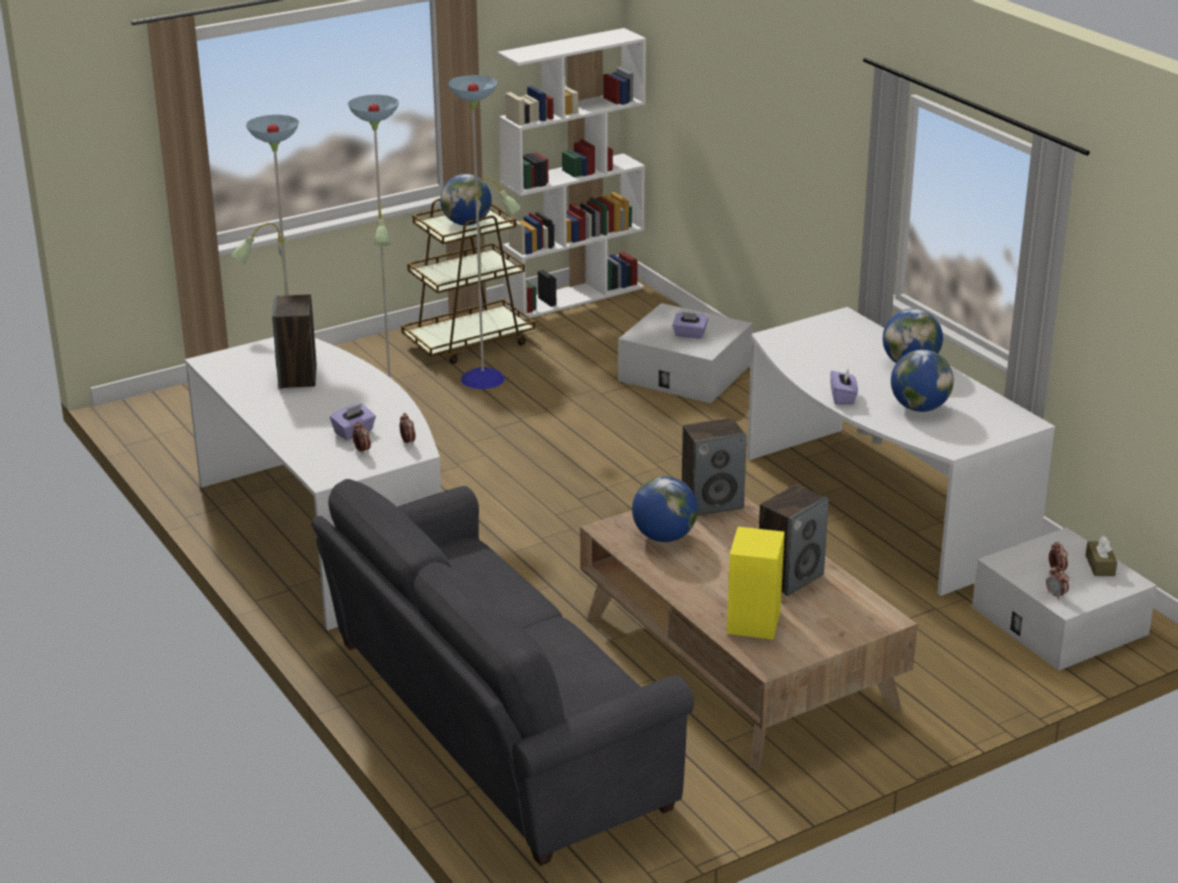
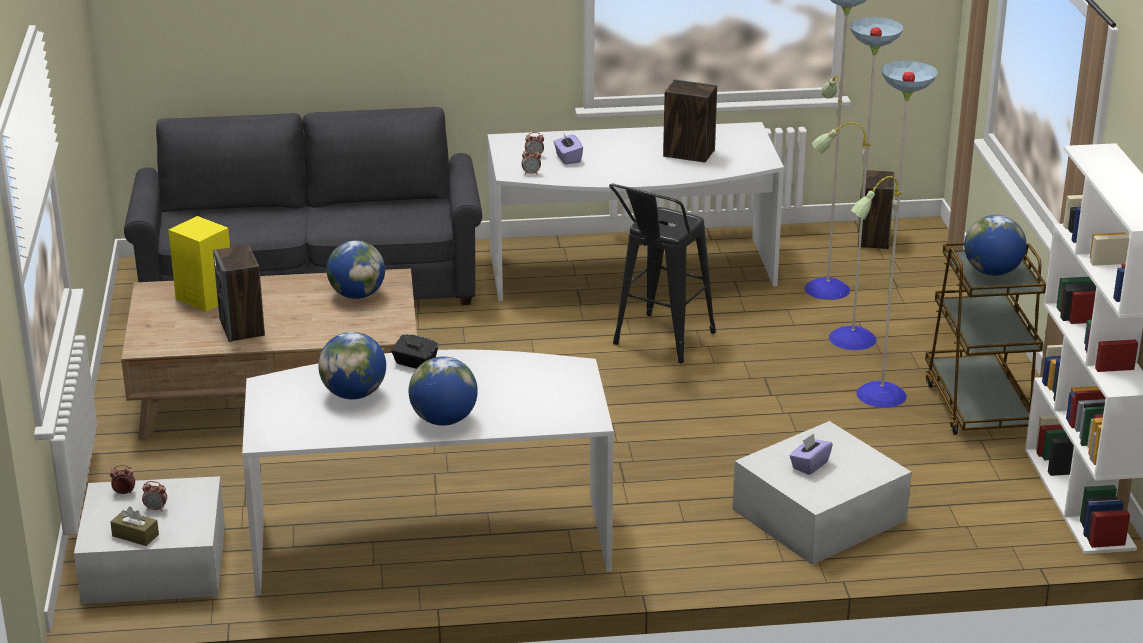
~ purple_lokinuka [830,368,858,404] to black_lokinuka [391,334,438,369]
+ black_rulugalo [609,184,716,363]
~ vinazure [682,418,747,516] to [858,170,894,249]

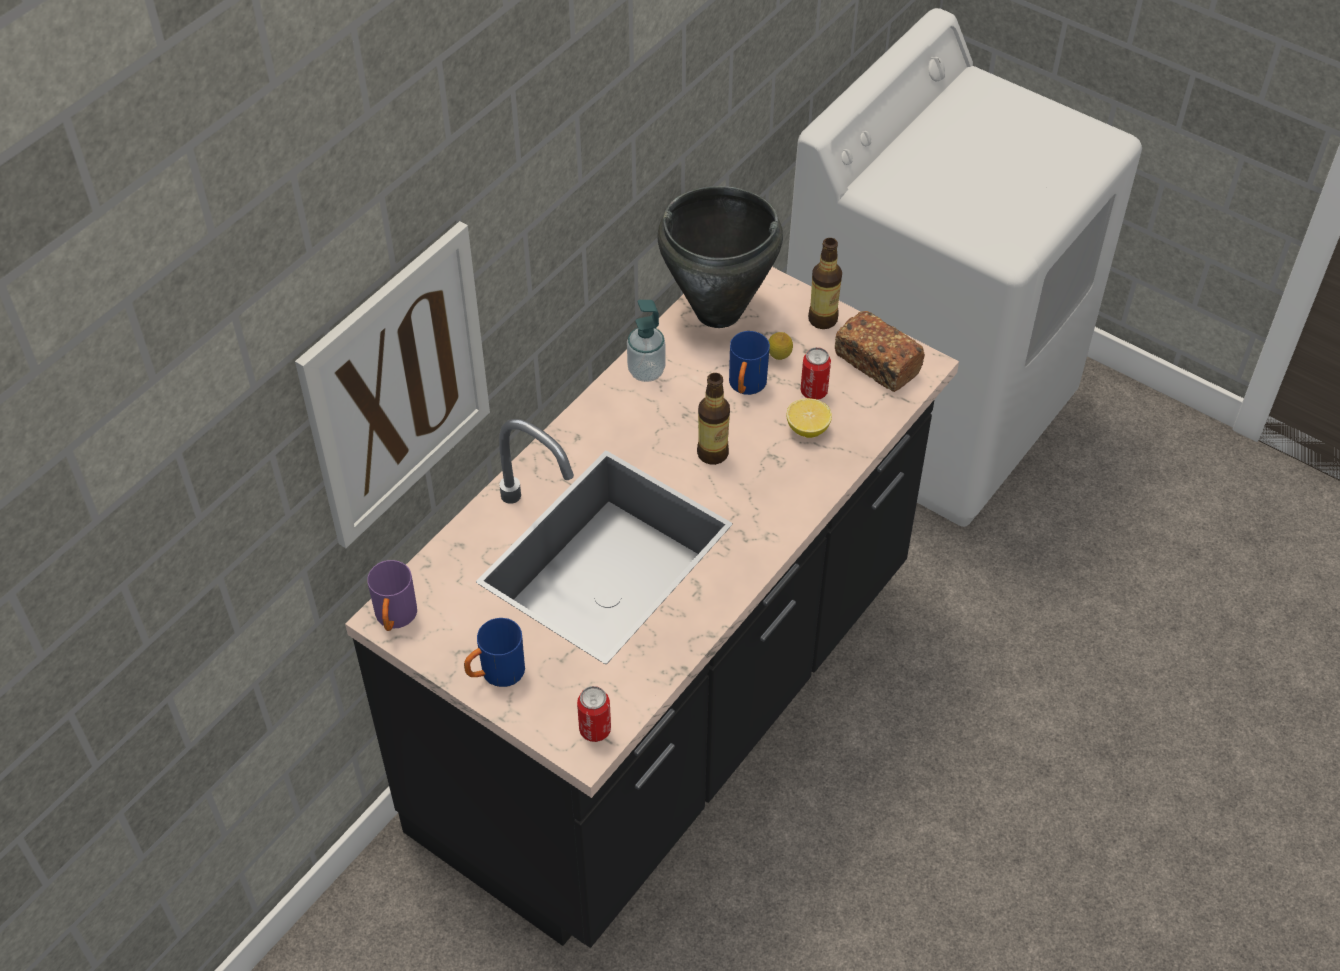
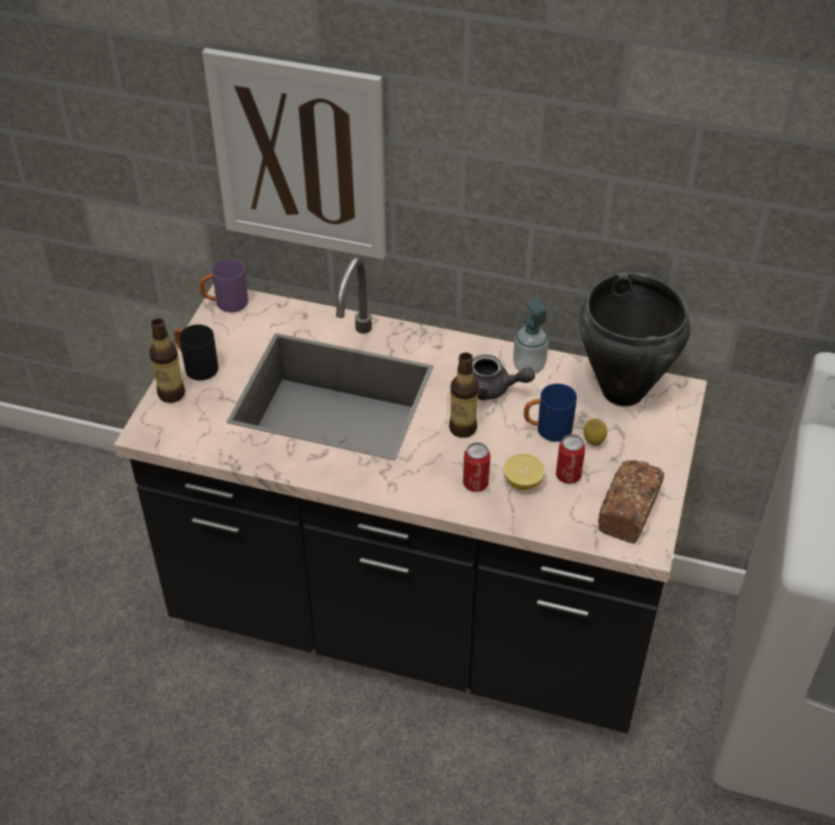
~ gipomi [808,238,842,329] to [149,318,185,403]
~ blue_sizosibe [464,618,525,687] to black_sizosibe [174,324,218,380]
~ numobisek [577,686,611,742] to [463,442,491,492]
+ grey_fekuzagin [472,354,535,400]

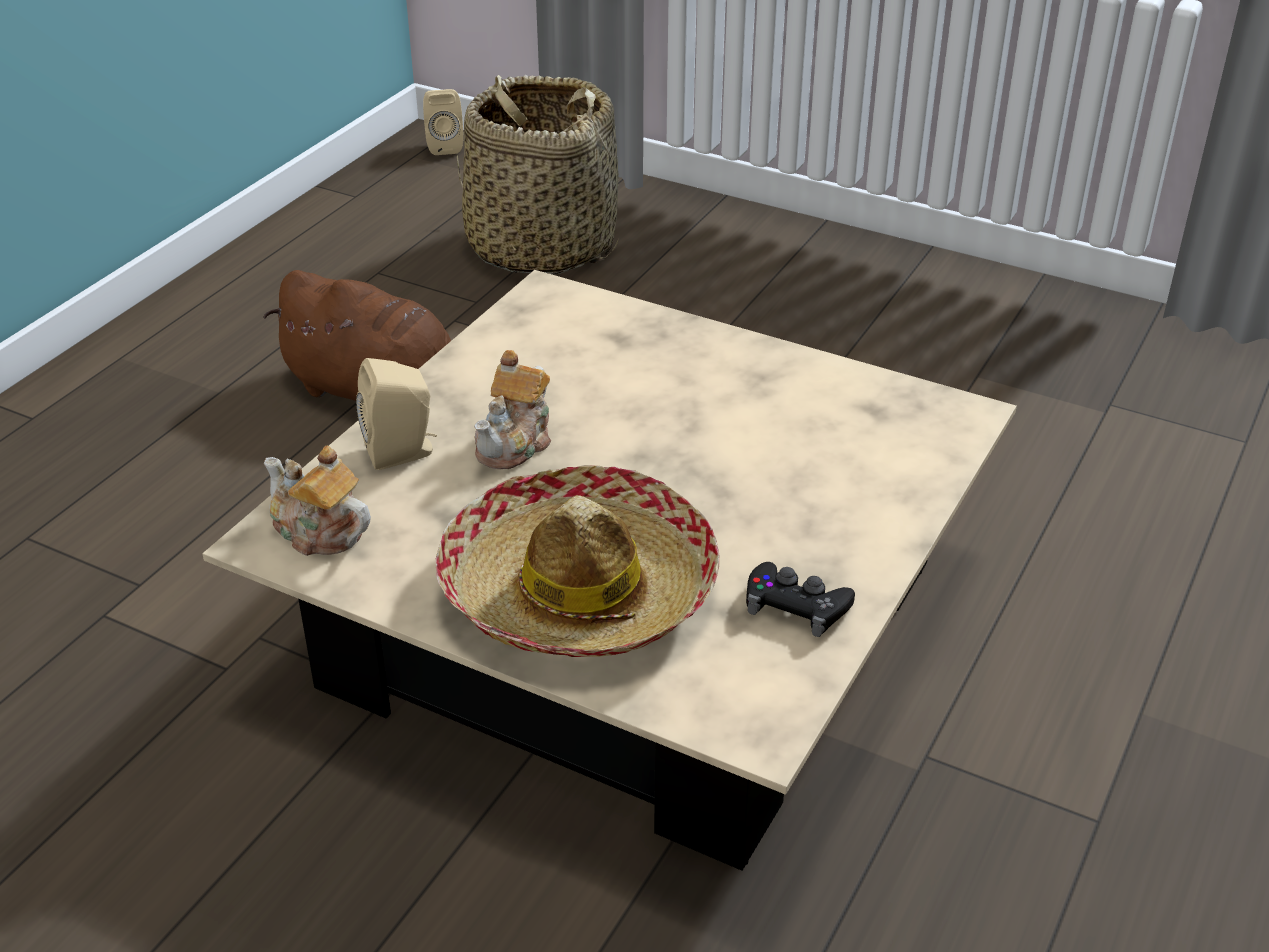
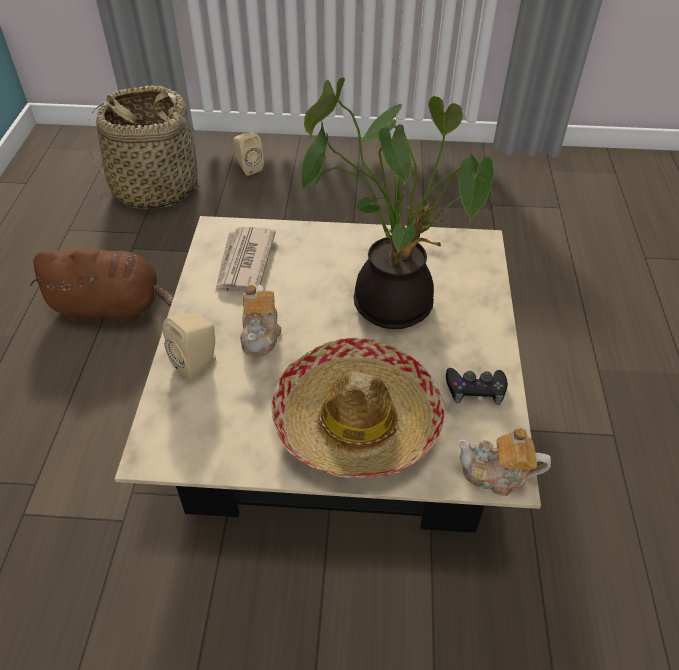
+ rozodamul [215,227,276,293]
~ beige_vinazure [423,89,464,155] to [233,132,264,176]
+ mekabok [301,77,495,329]
~ fekuzagin [264,445,371,556] to [457,428,551,496]

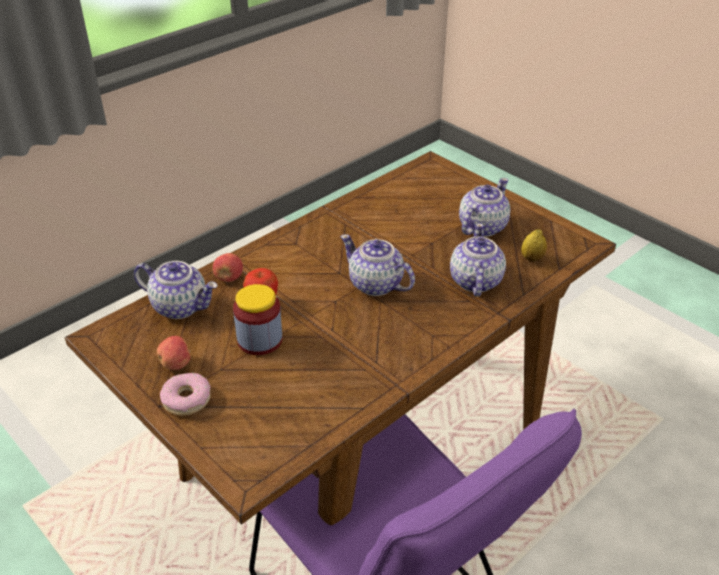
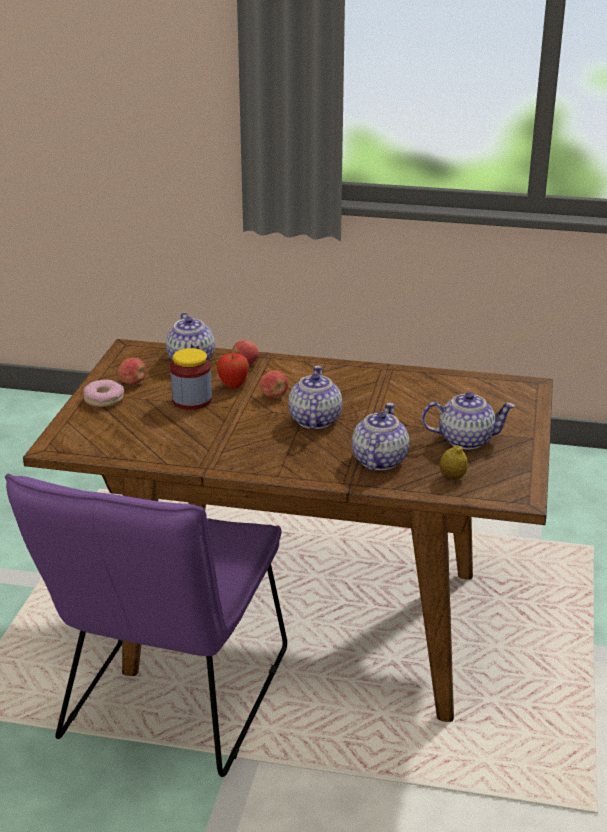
+ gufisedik [260,371,288,398]
~ fekuzagin [450,223,506,297] = [352,403,409,470] 45 degrees counterclockwise

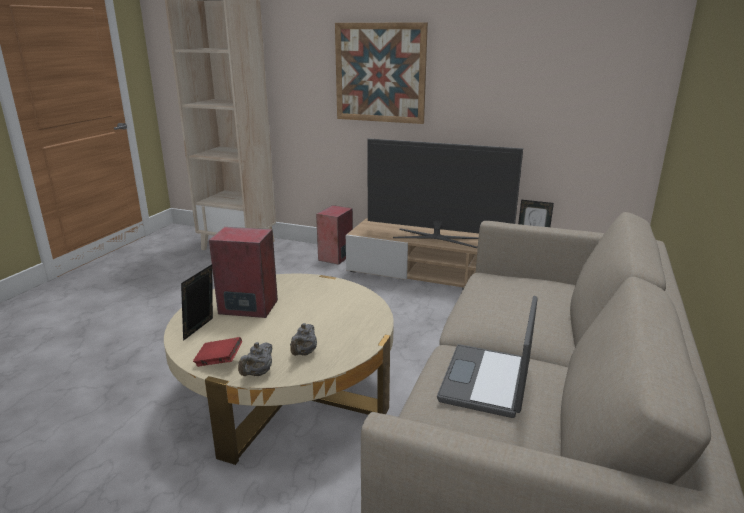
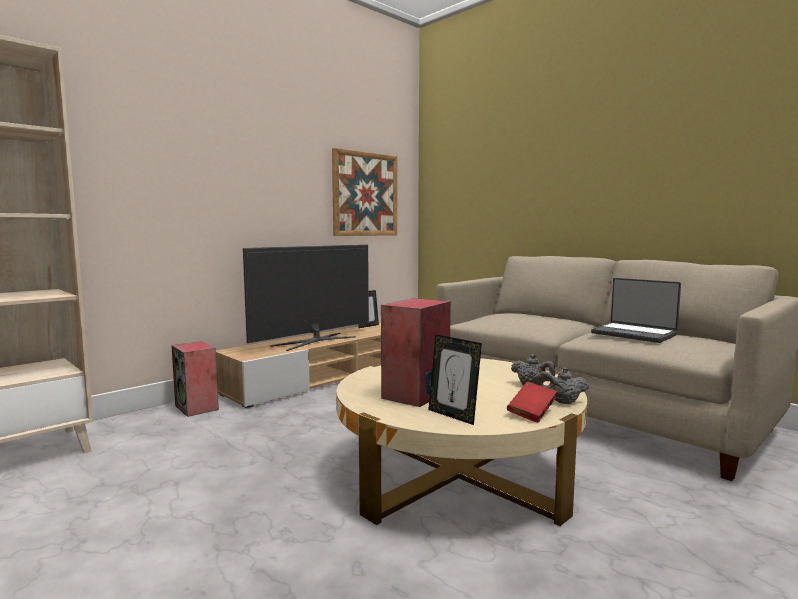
~ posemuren [335,23,428,124] to [332,148,397,236]
~ grey_fekuzagin [238,342,272,376] = [537,367,590,404] 135 degrees clockwise

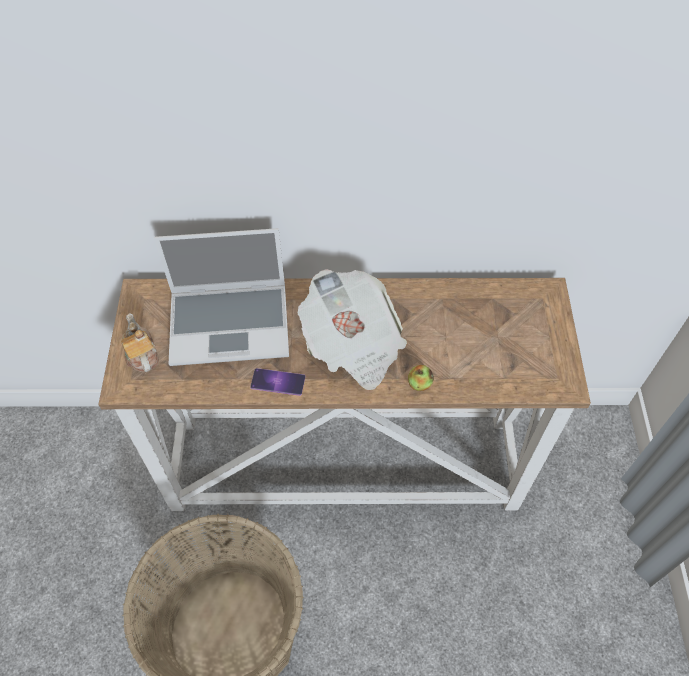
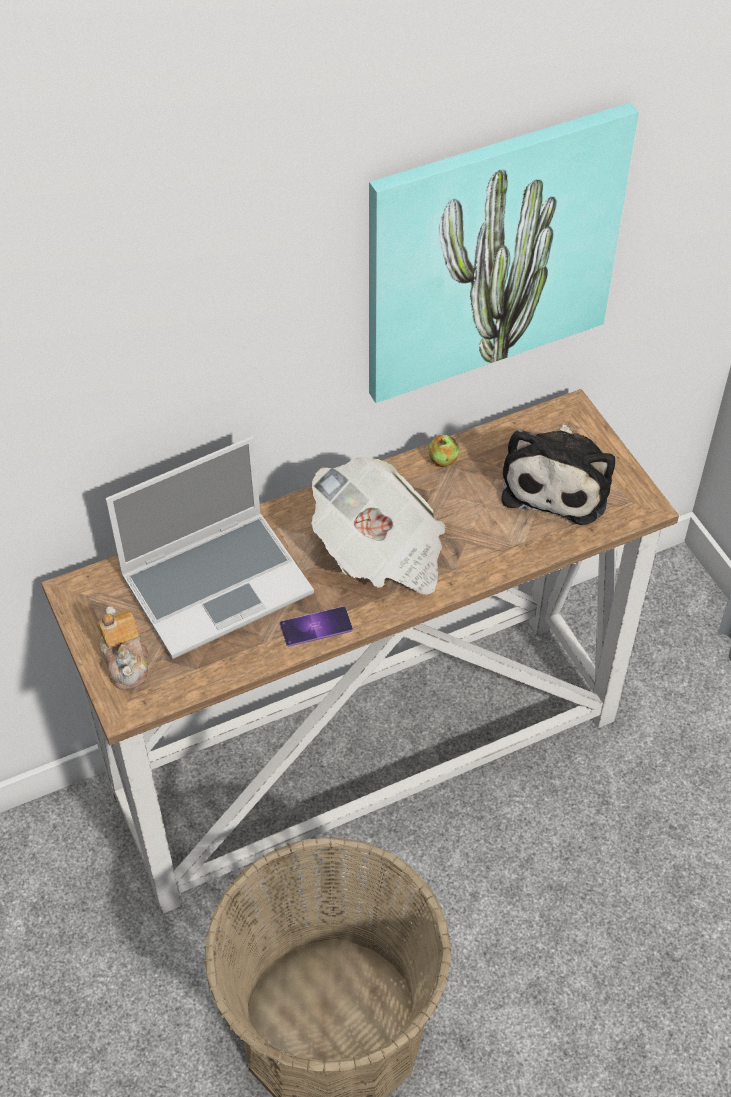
~ fekuzagin [121,313,159,372] = [97,607,149,690] 150 degrees counterclockwise
+ posemuren [369,103,639,403]
~ gufisedik [408,365,434,391] to [429,435,459,467]
+ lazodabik [501,425,615,525]

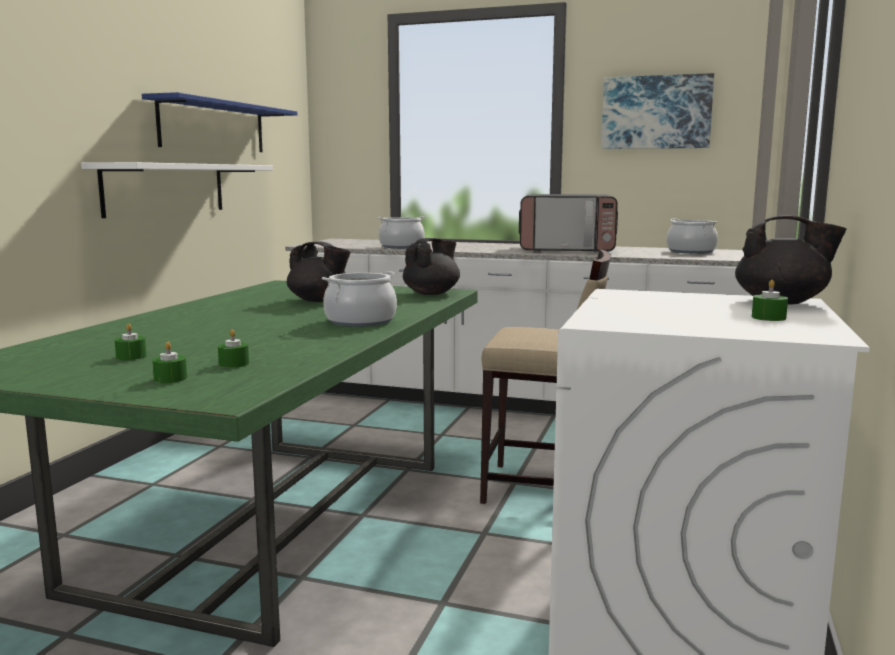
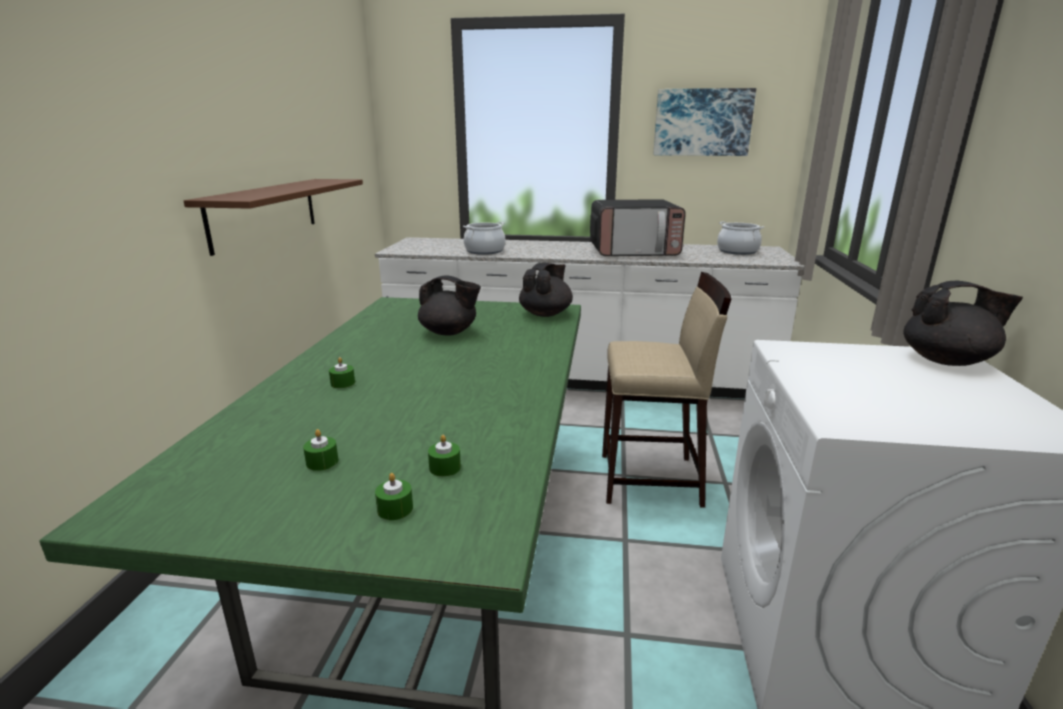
~ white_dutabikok [81,162,273,218] to brown_dutabikok [184,179,363,256]
~ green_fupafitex [752,280,788,321] to [329,357,355,388]
- blue_dutabikok [142,92,297,152]
- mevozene [322,271,397,327]

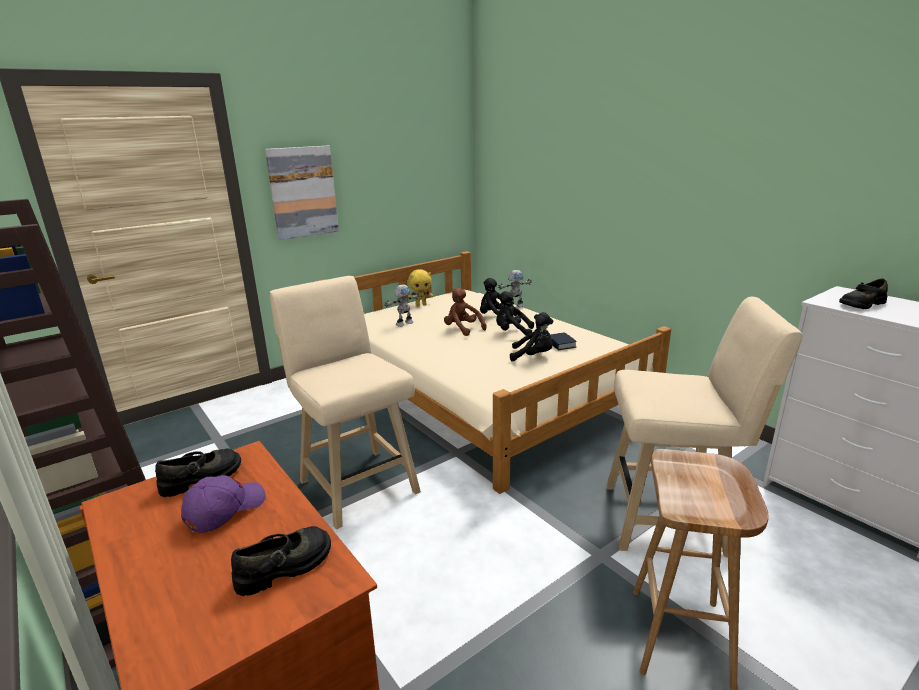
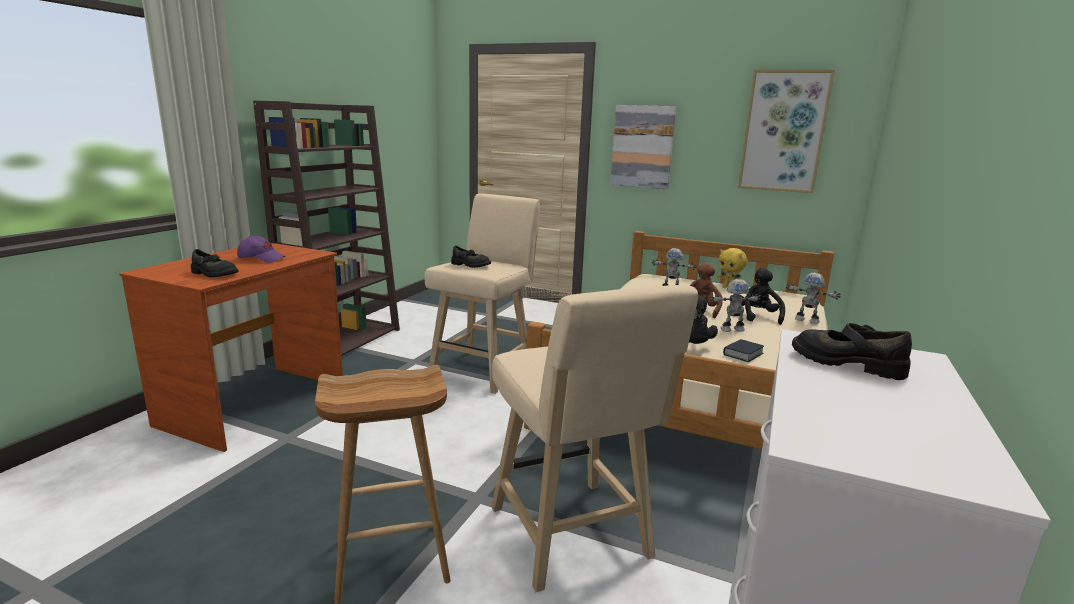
~ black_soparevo [155,448,241,497] to [451,246,491,268]
~ black_lazodabik [496,291,534,336] to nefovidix [710,279,761,332]
+ posemuren [738,70,835,193]

